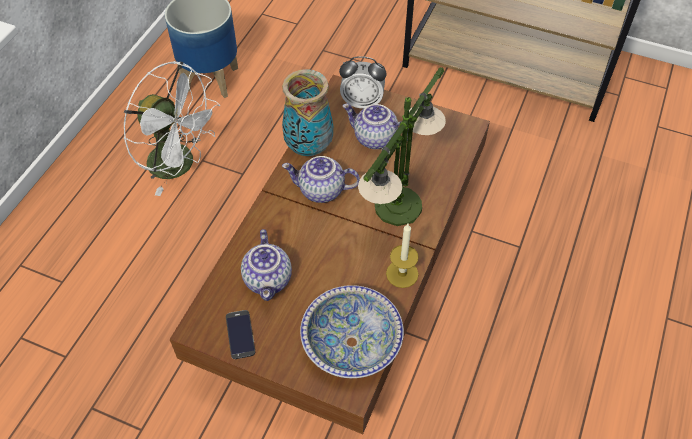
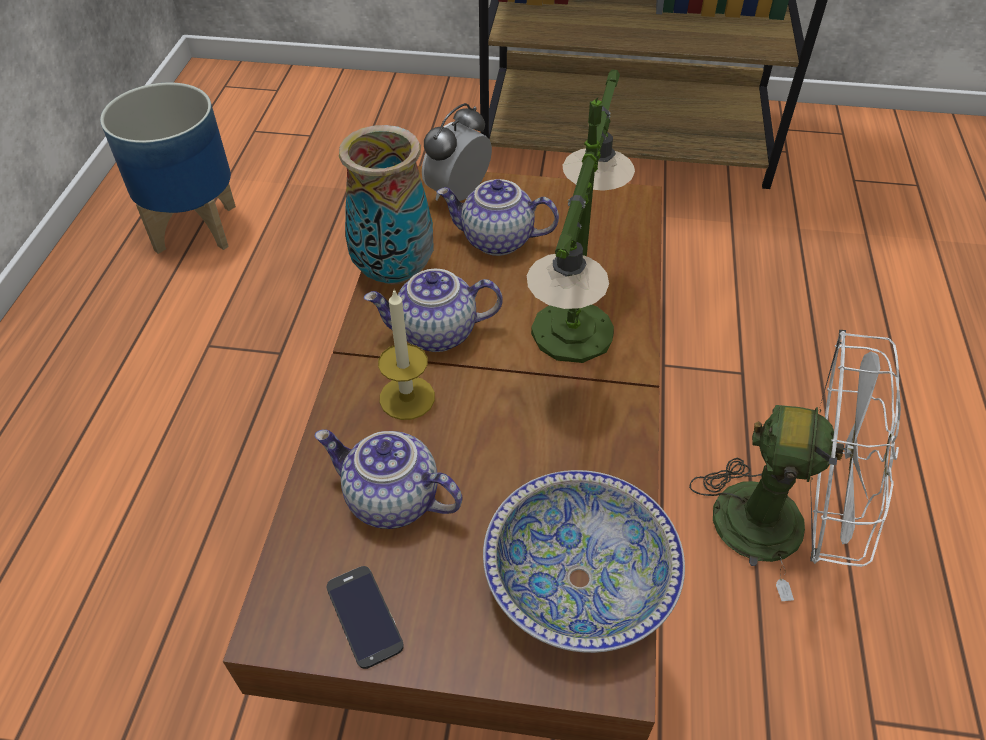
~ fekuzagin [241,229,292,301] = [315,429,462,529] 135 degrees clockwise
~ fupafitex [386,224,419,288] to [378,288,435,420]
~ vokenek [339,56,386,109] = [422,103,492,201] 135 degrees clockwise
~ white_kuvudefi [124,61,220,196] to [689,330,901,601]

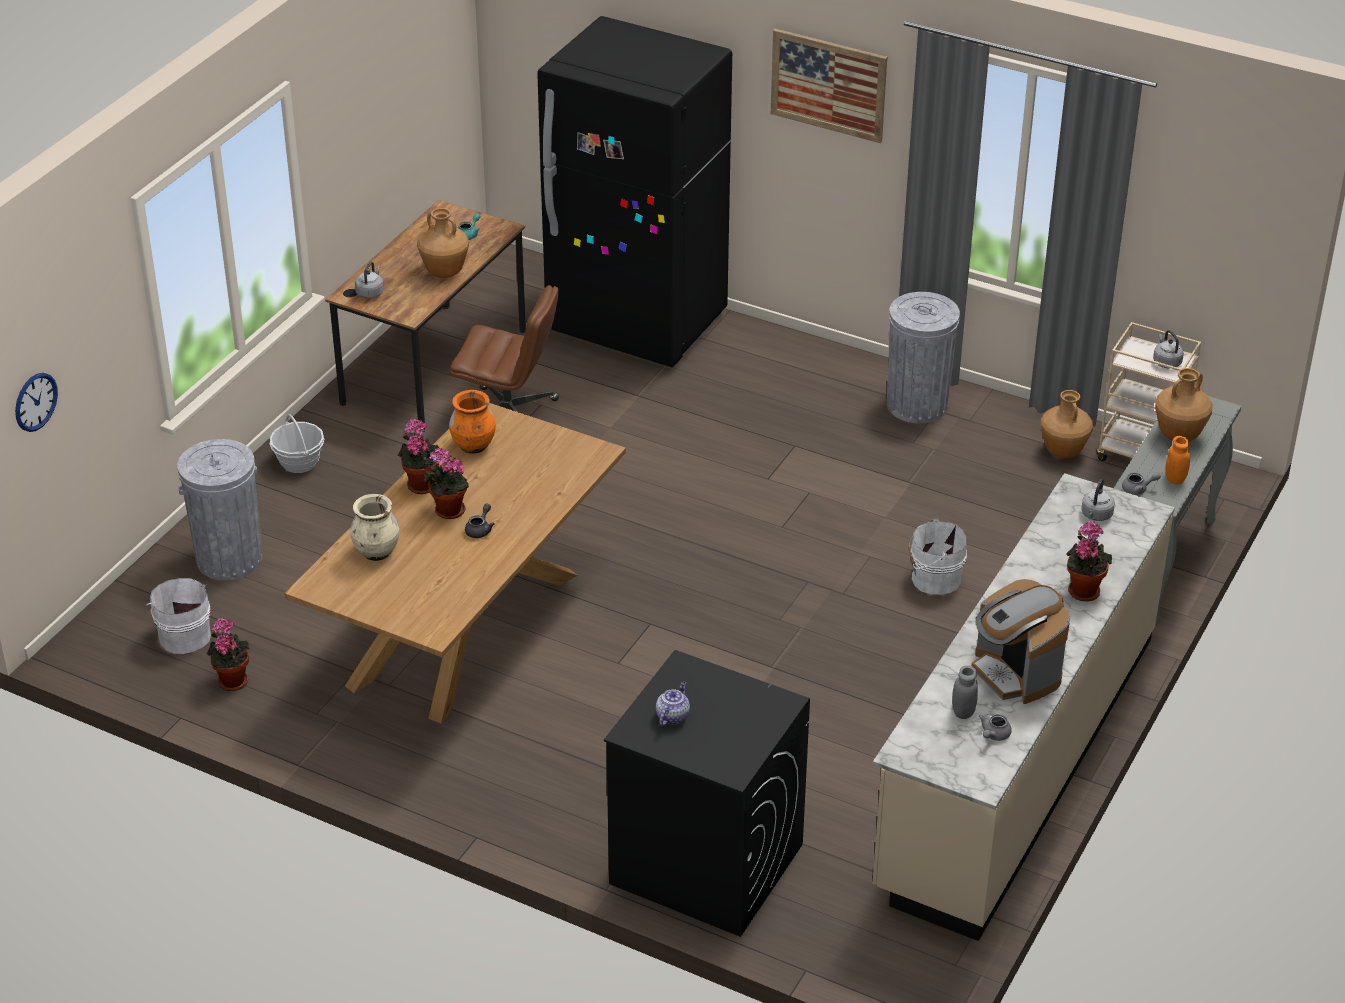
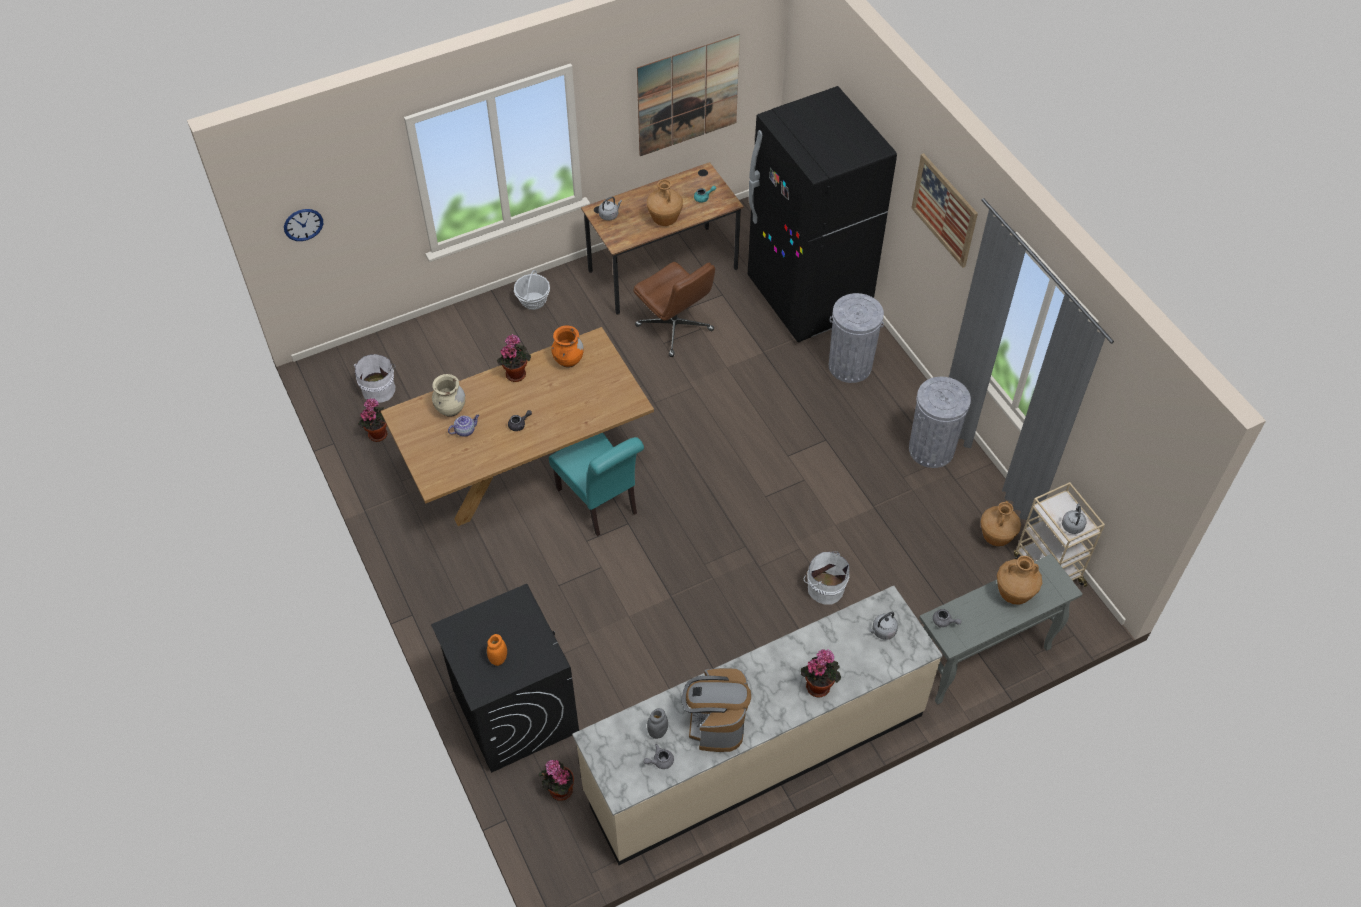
~ fekuzagin [656,681,690,726] to [448,415,479,437]
~ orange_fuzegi [1165,436,1190,484] to [487,634,507,666]
~ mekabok [423,447,469,519] to [539,760,574,801]
+ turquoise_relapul [549,433,644,536]
+ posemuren [637,34,740,156]
~ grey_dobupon [177,439,263,580] to [829,293,884,383]

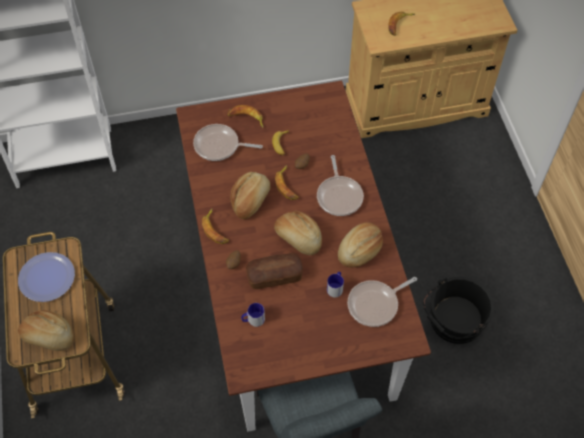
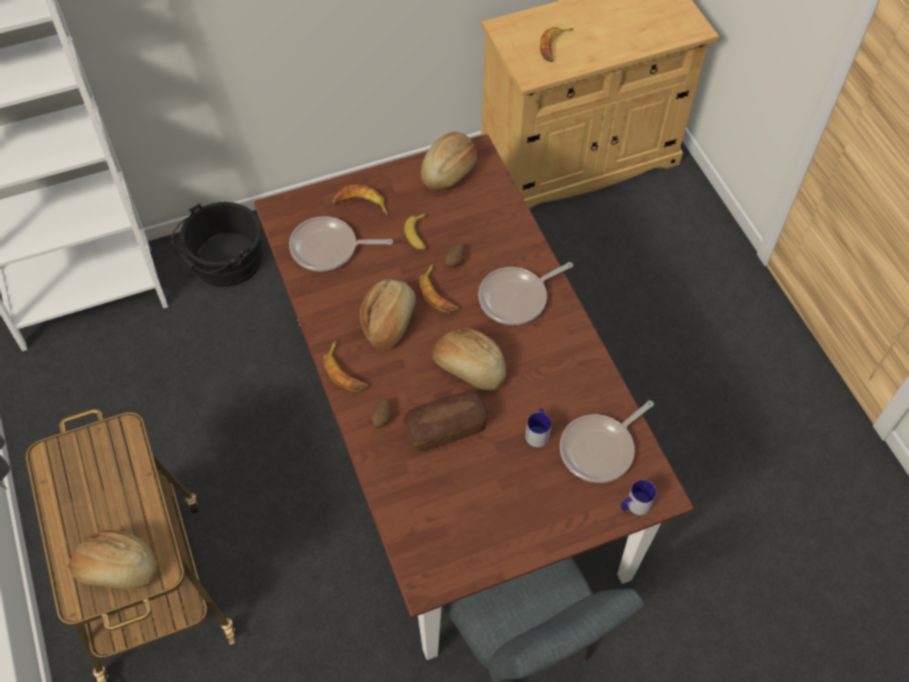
~ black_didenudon [423,277,494,344] to [171,202,262,287]
~ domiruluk [338,222,383,267] to [421,132,477,190]
~ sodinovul [317,155,364,216] = [478,262,573,325] 75 degrees clockwise
~ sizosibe [241,303,265,327] to [621,480,657,515]
- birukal [18,252,75,302]

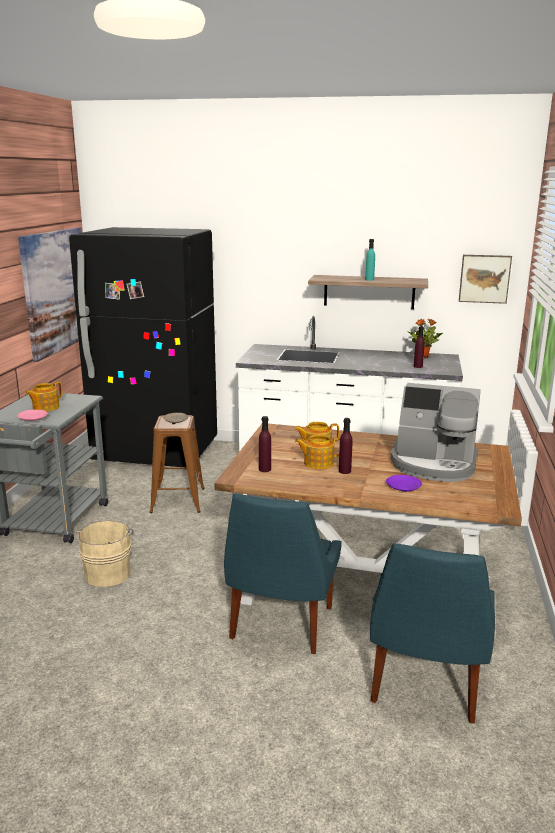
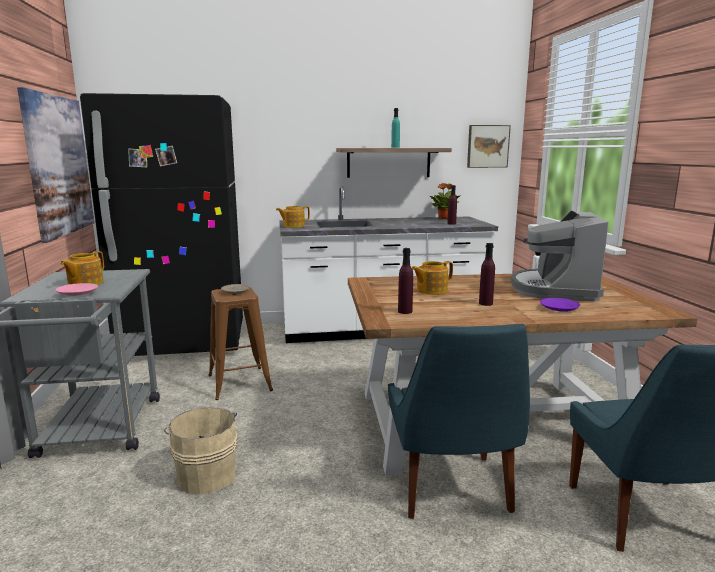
~ fekuzagin [295,434,340,469] to [276,206,310,228]
~ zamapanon [391,383,481,482] = [511,211,608,302] 105 degrees clockwise

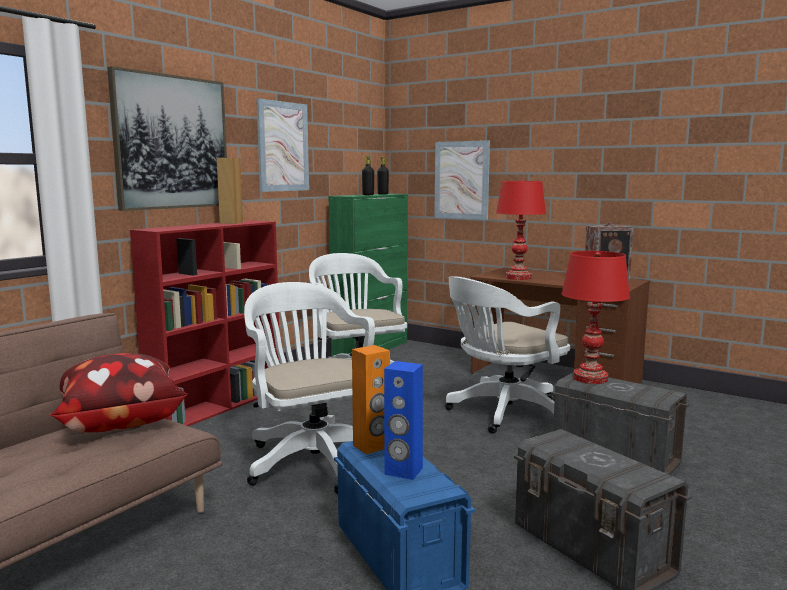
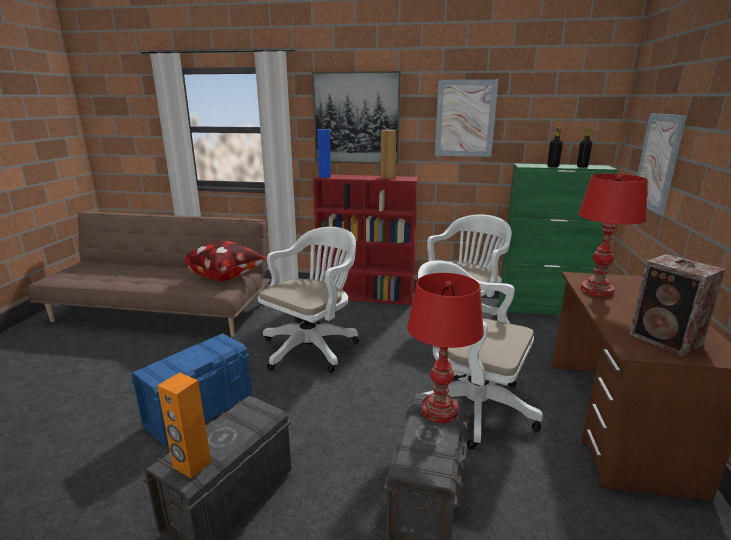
~ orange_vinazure [352,345,390,454] to [157,372,211,479]
~ blue_vinazure [384,361,423,480] to [317,129,331,178]

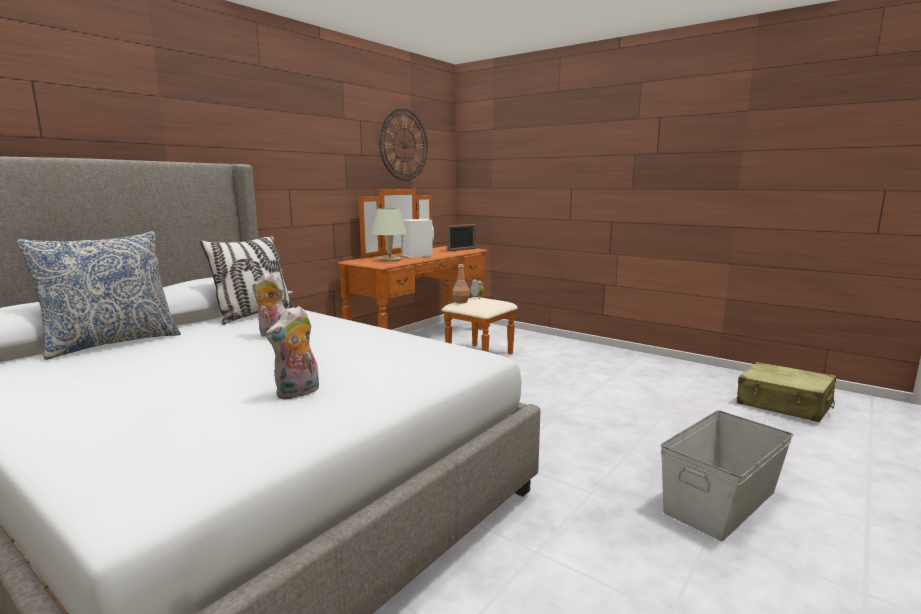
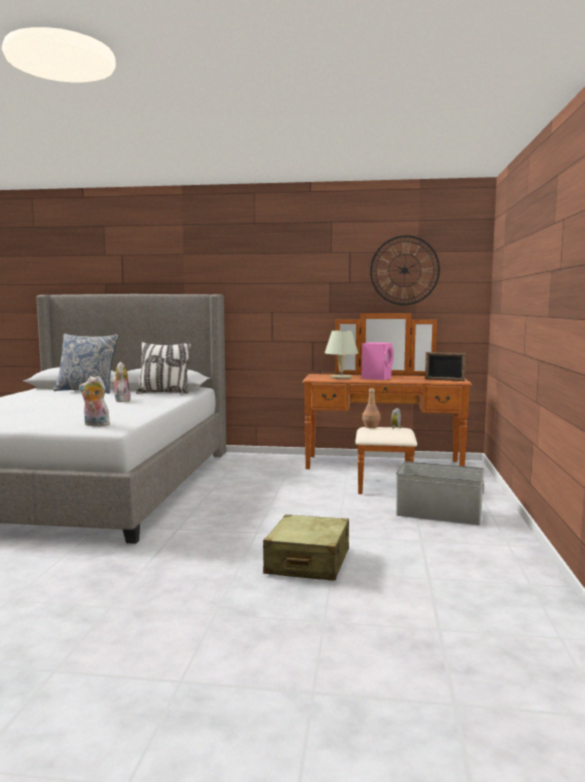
~ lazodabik [265,306,319,400] to [79,376,110,426]
~ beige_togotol [737,362,836,422] to [263,514,349,581]
~ white_vinazure [401,219,434,258] to pink_vinazure [361,342,394,380]
~ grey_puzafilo [660,410,793,541] to [396,461,484,525]

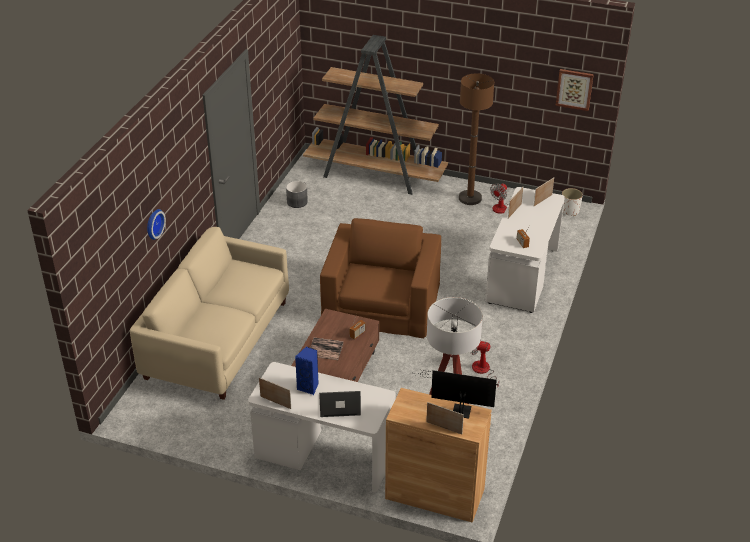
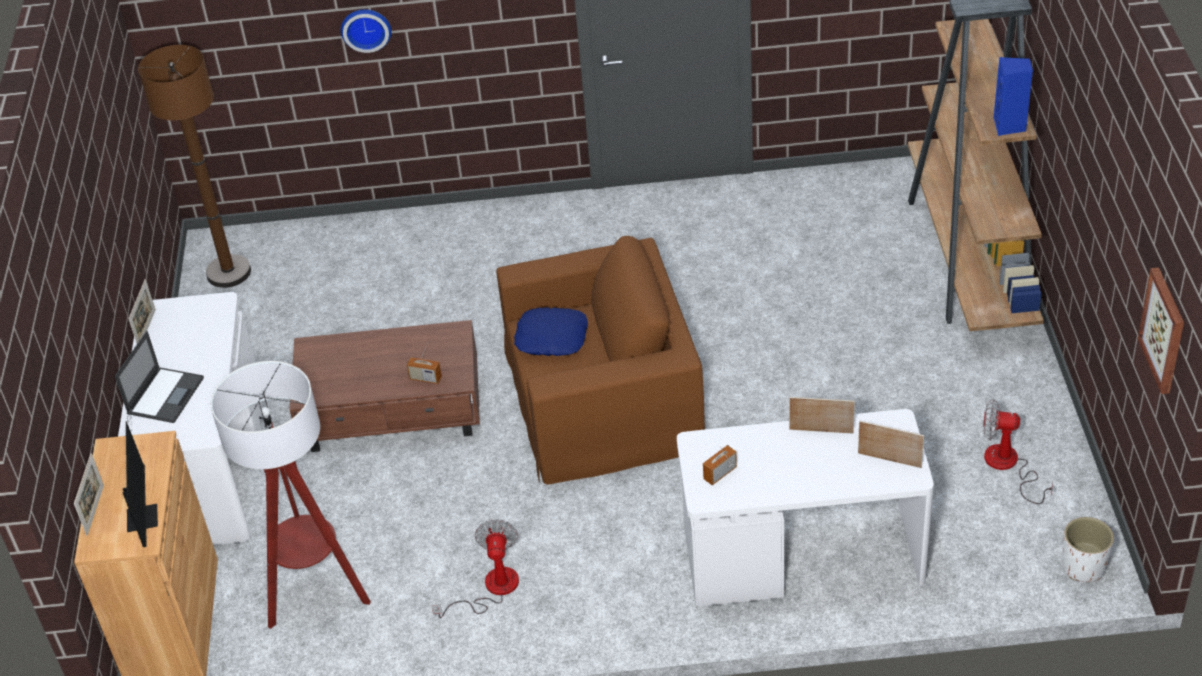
~ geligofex [319,391,361,417] = [115,331,204,423] 45 degrees clockwise
~ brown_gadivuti [459,73,494,205] to [138,45,251,288]
+ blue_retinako [514,308,588,356]
~ blue_vinazure [295,347,319,395] to [993,57,1033,136]
- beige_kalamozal [130,227,289,400]
- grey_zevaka [286,181,308,208]
- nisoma [310,338,344,360]

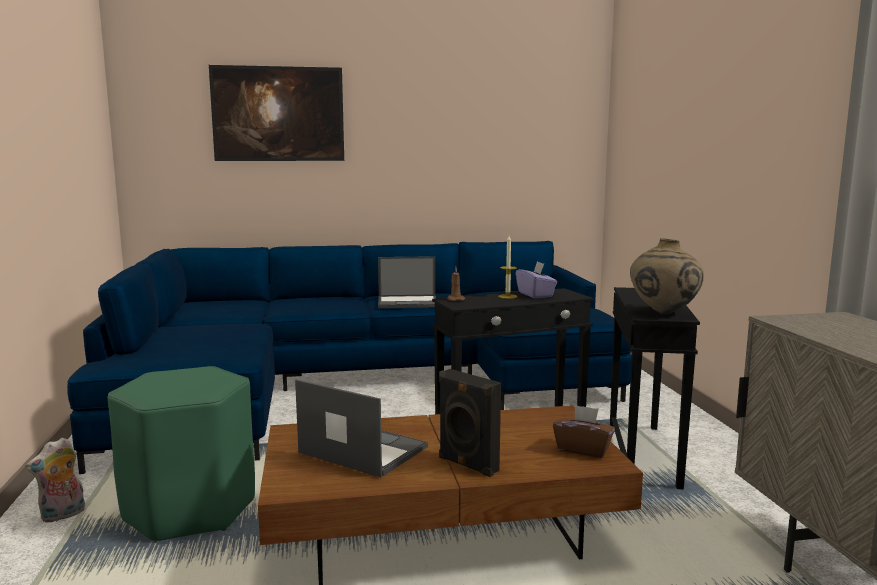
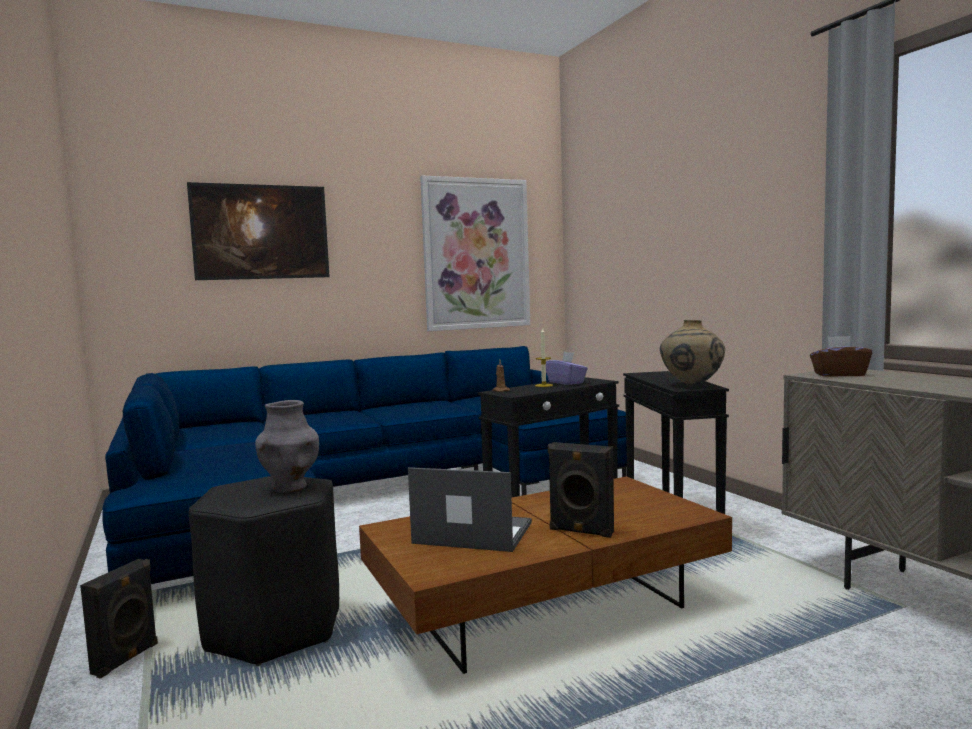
~ lazodabik [26,437,85,523] to black_vinazure [80,559,158,679]
~ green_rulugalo [108,366,255,543] to black_rulugalo [189,476,339,666]
+ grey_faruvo [255,400,319,493]
+ posemuren [420,176,530,331]
~ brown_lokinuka [553,405,615,458] to [810,336,872,377]
- geligofex [378,256,436,308]

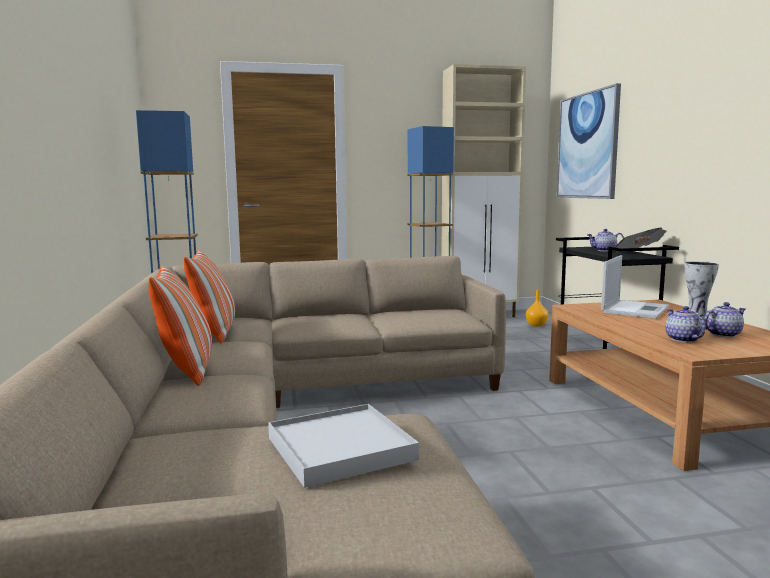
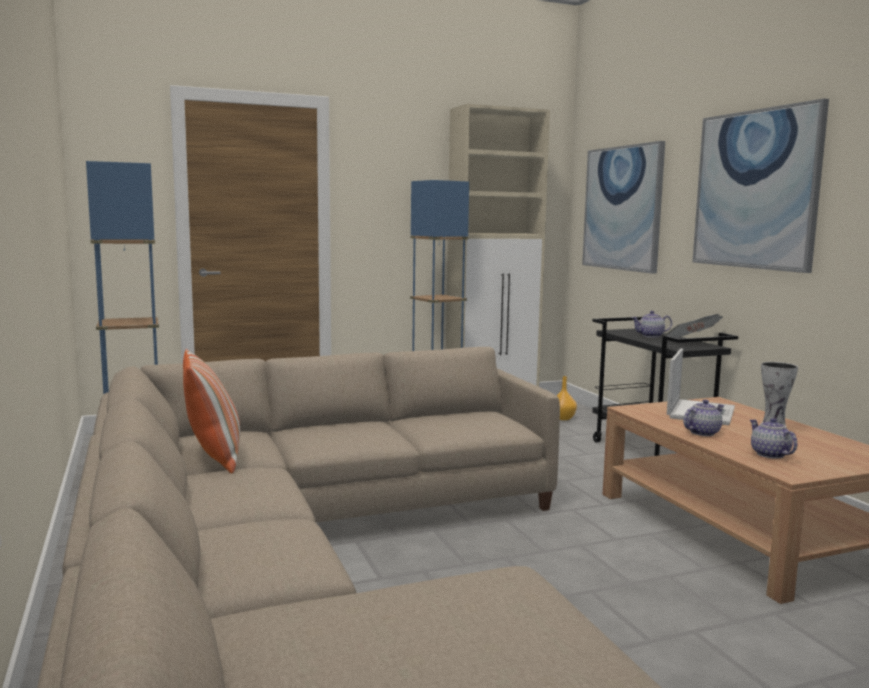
~ fekuzagin [704,302,745,337] to [683,400,725,436]
+ posemuren [692,98,829,273]
- retinako [149,265,212,386]
- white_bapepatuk [268,404,419,488]

